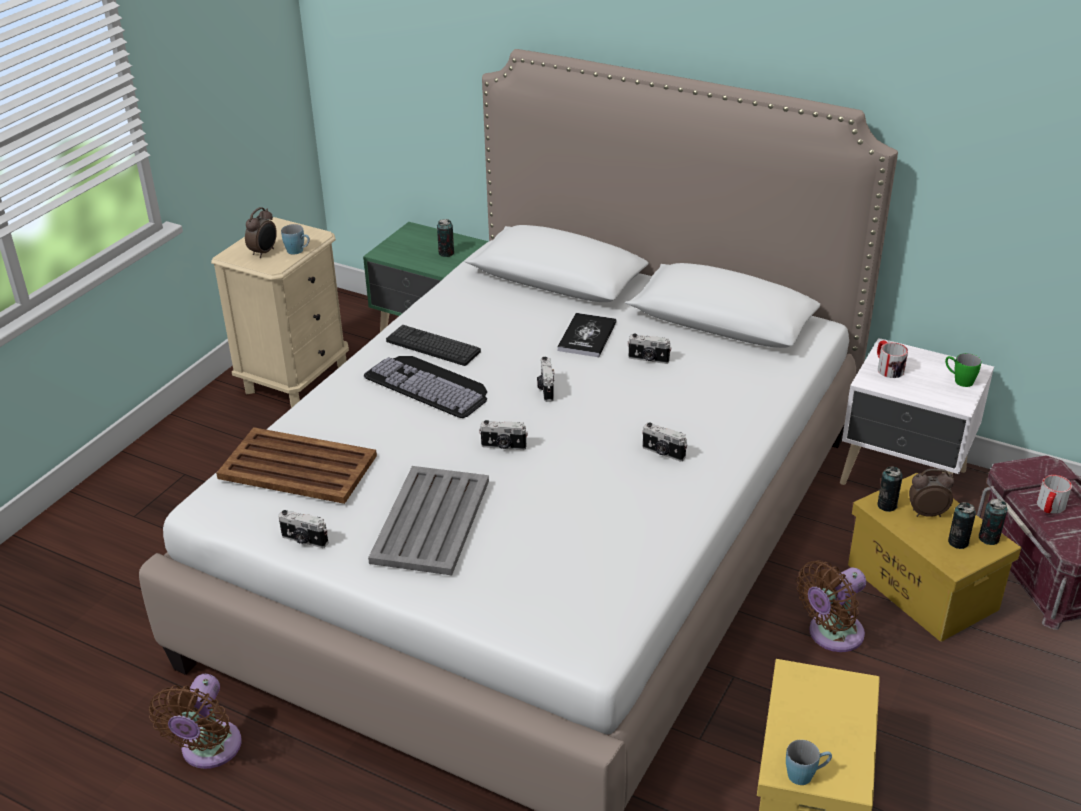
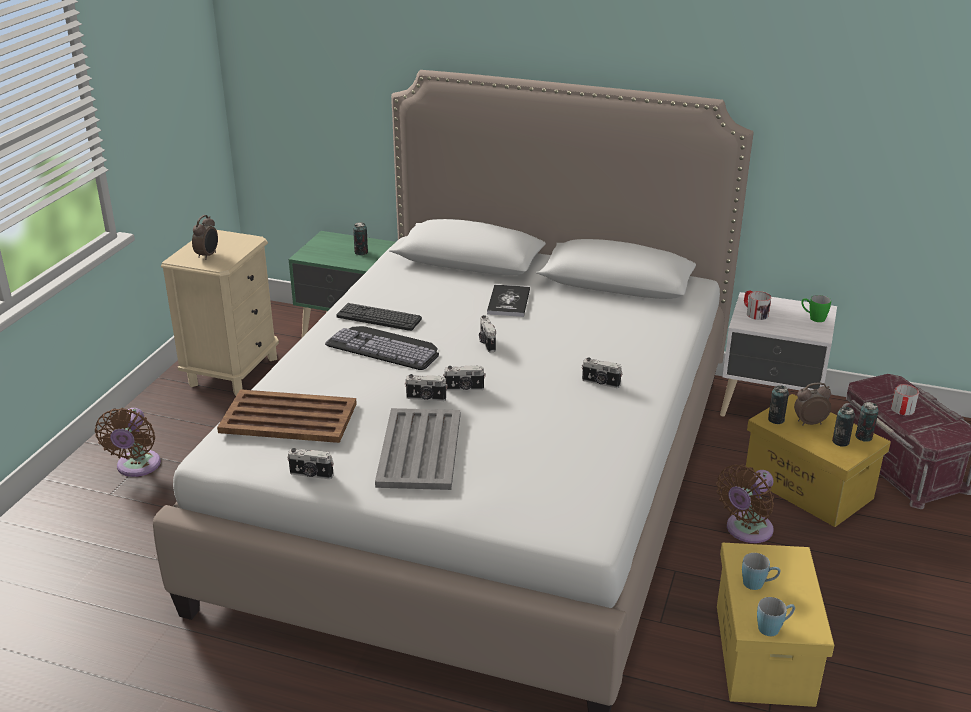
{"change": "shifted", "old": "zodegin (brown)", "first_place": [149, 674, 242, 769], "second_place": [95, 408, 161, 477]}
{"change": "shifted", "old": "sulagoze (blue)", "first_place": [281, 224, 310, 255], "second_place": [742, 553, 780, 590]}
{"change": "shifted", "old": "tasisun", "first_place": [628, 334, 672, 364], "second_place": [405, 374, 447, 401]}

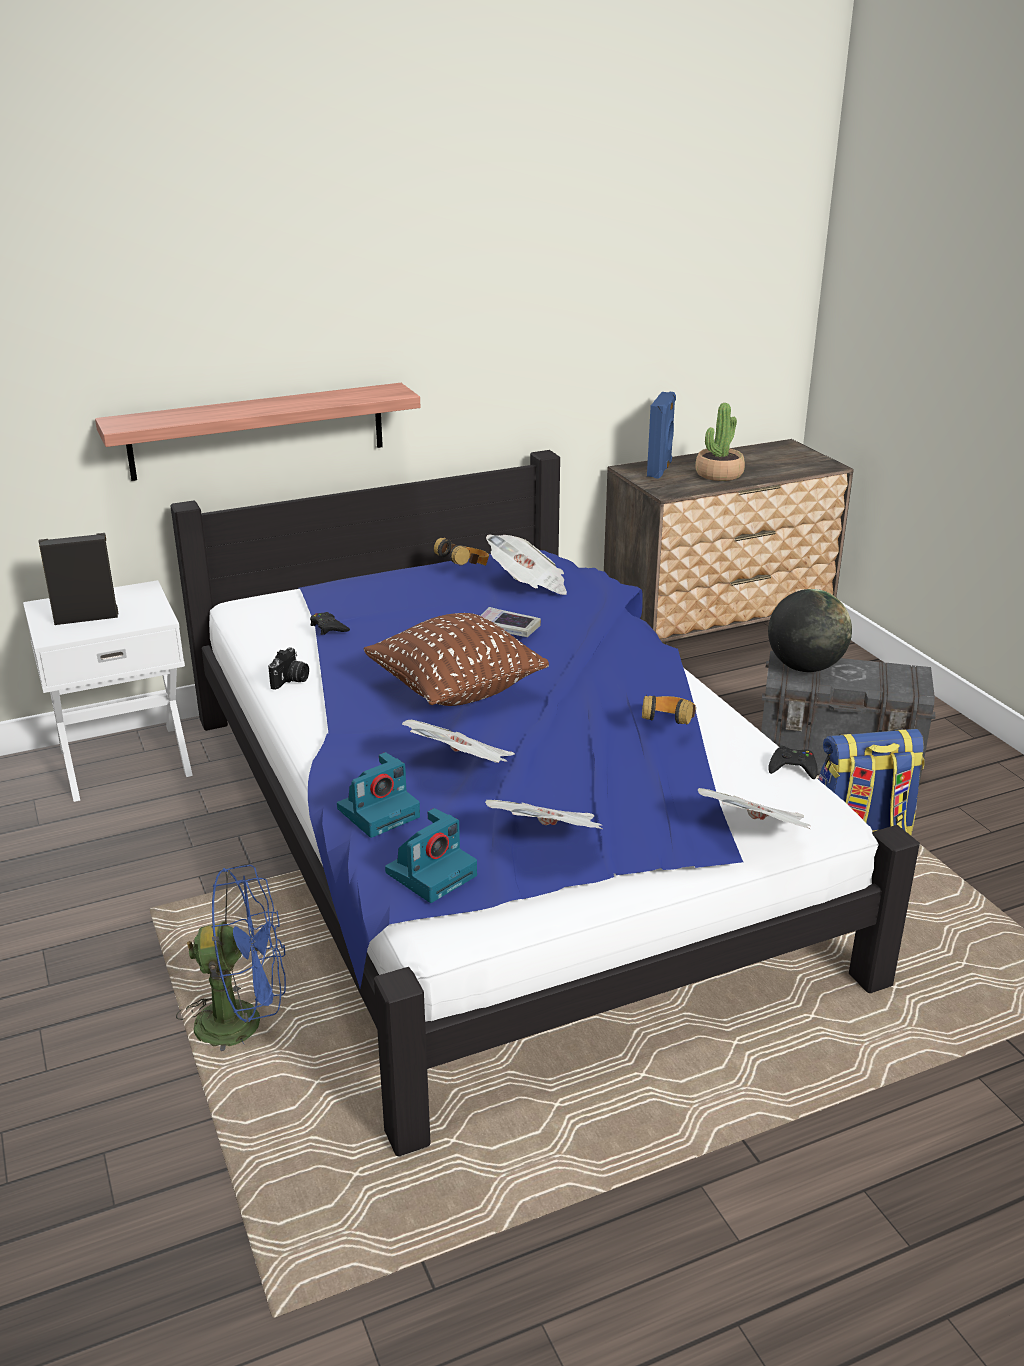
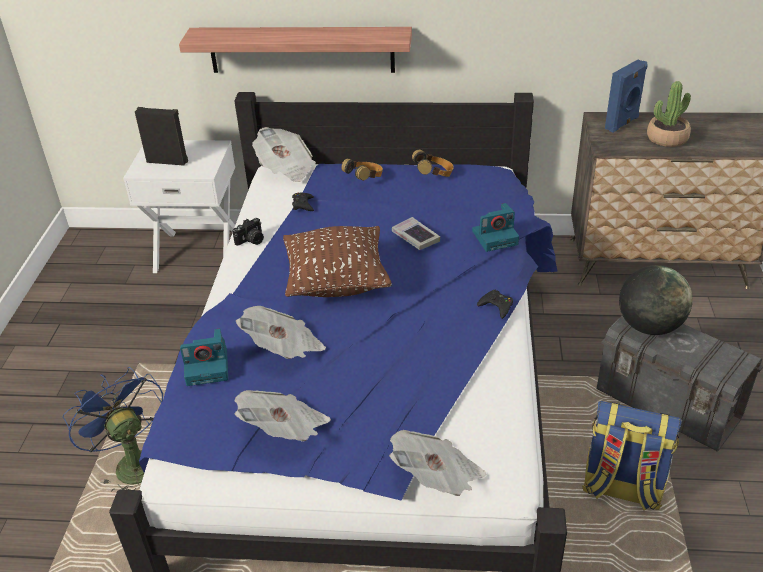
{"change": "rotated", "old": "zodegin (blue)", "first_place": [176, 865, 286, 1051], "second_place": [62, 367, 163, 492], "degrees": -150}
{"change": "shifted", "old": "tasisun", "first_place": [385, 808, 477, 903], "second_place": [472, 203, 519, 252]}
{"change": "shifted", "old": "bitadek", "first_place": [486, 535, 567, 595], "second_place": [252, 127, 316, 182]}
{"change": "shifted", "old": "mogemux", "first_place": [642, 695, 696, 725], "second_place": [341, 158, 383, 181]}
{"change": "shifted", "old": "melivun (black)", "first_place": [768, 746, 818, 779], "second_place": [477, 290, 513, 319]}

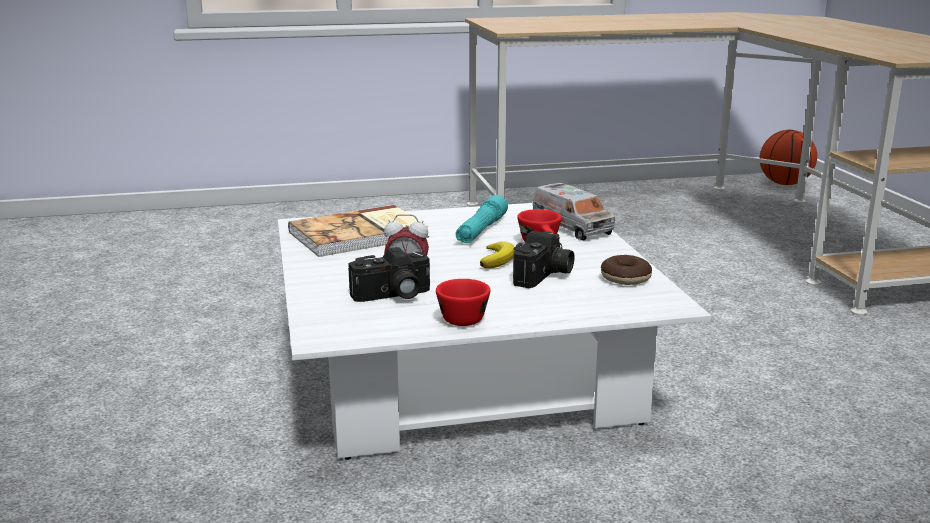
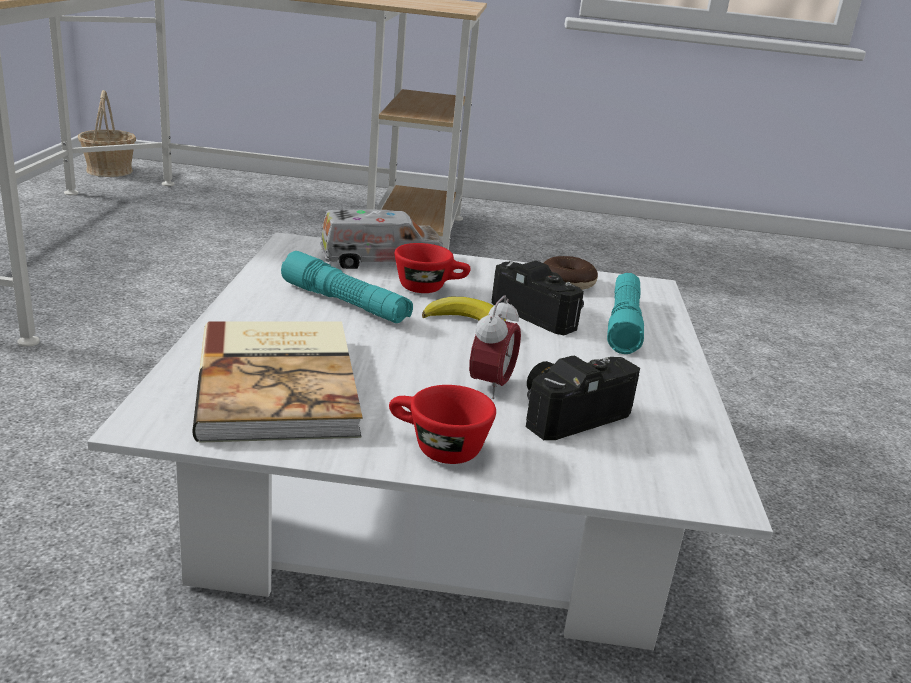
{"change": "rotated", "old": "tasisun", "first_place": [348, 247, 430, 302], "second_place": [526, 355, 640, 440], "degrees": -120}
{"change": "shifted", "old": "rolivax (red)", "first_place": [436, 279, 490, 326], "second_place": [389, 385, 496, 464]}
{"change": "swapped", "old": "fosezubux", "new": "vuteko", "first_place": [760, 130, 817, 185], "second_place": [78, 90, 136, 177]}
{"change": "new", "new": "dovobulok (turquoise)", "second_place": [607, 273, 644, 354]}

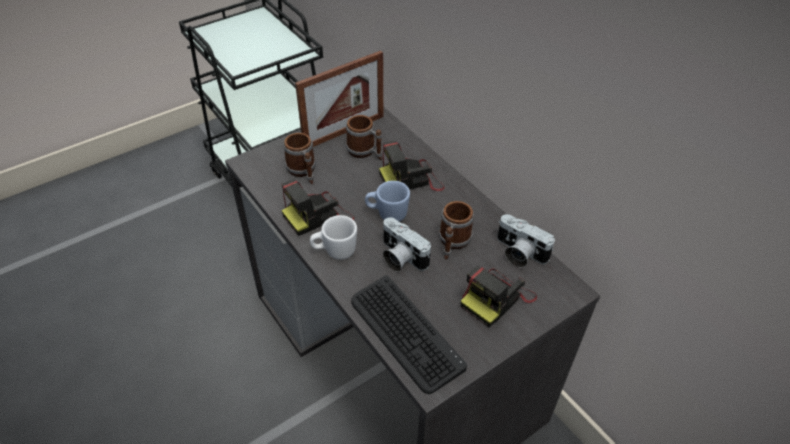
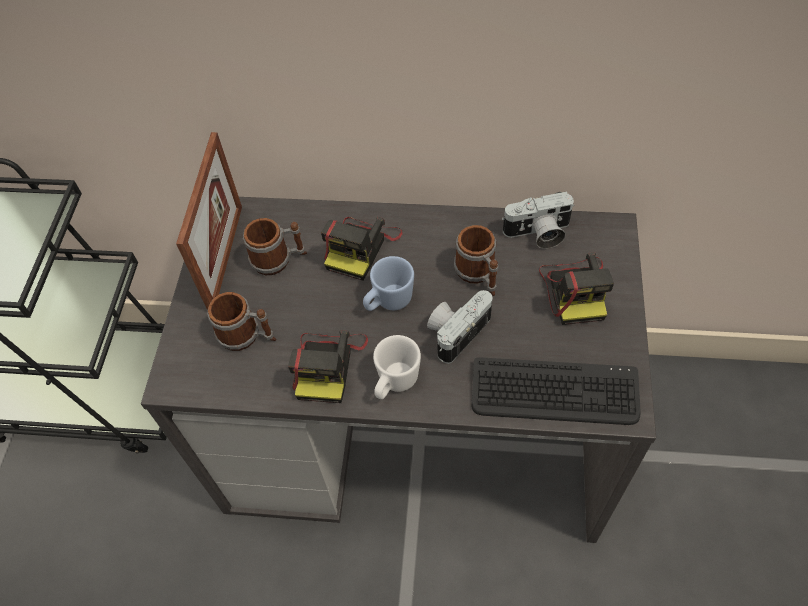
{"change": "rotated", "old": "tasisun", "first_place": [383, 217, 431, 272], "second_place": [427, 290, 492, 364], "degrees": 135}

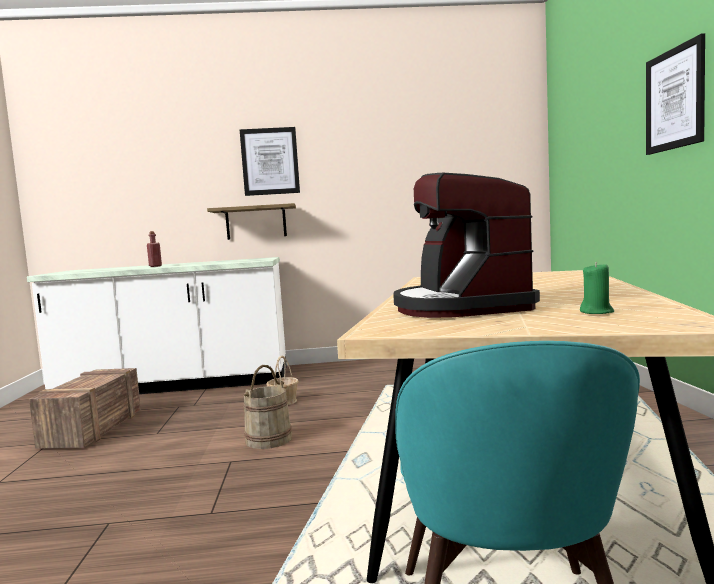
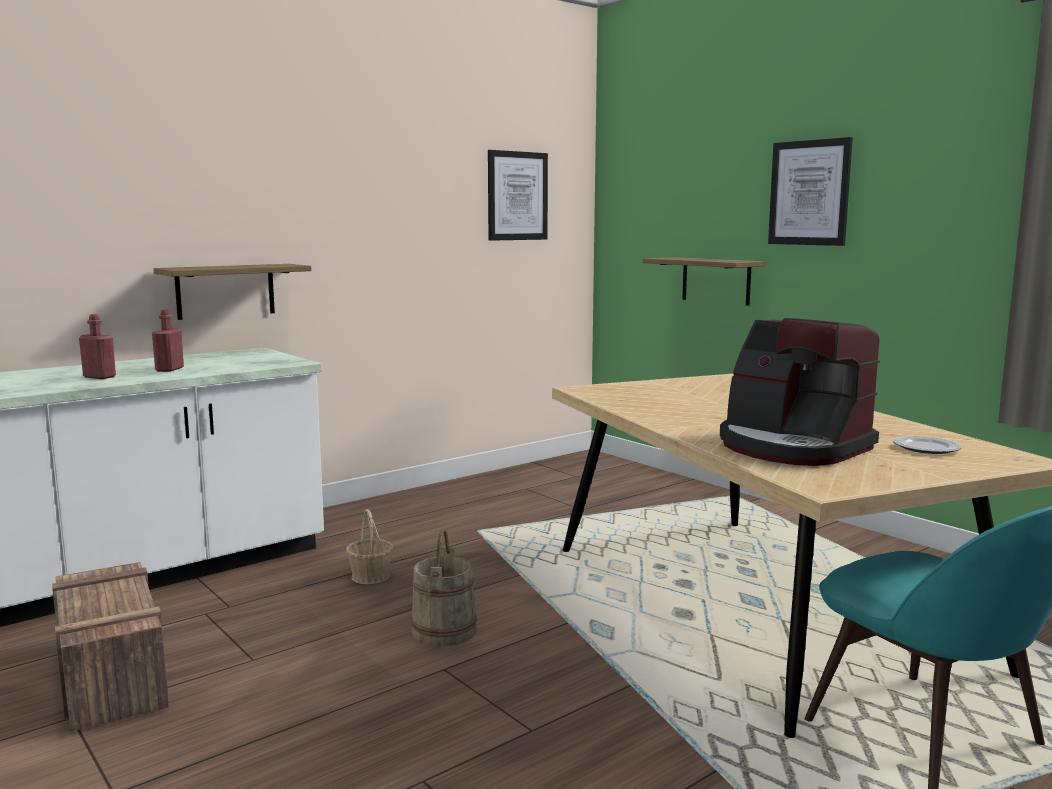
{"change": "shifted", "old": "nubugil", "first_place": [240, 127, 300, 196], "second_place": [488, 150, 548, 241]}
{"change": "swapped", "old": "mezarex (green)", "new": "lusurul", "first_place": [580, 262, 614, 314], "second_place": [893, 436, 962, 454]}
{"change": "new", "new": "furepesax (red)", "second_place": [152, 310, 184, 372]}
{"change": "new", "new": "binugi", "second_place": [643, 257, 766, 306]}

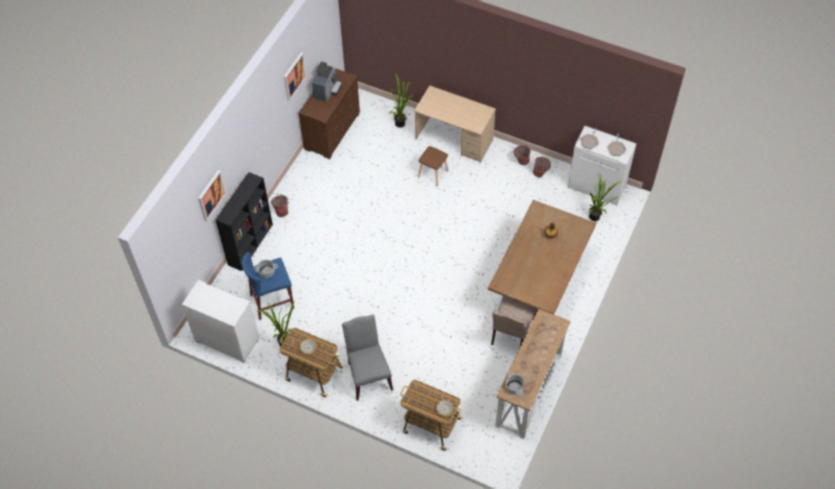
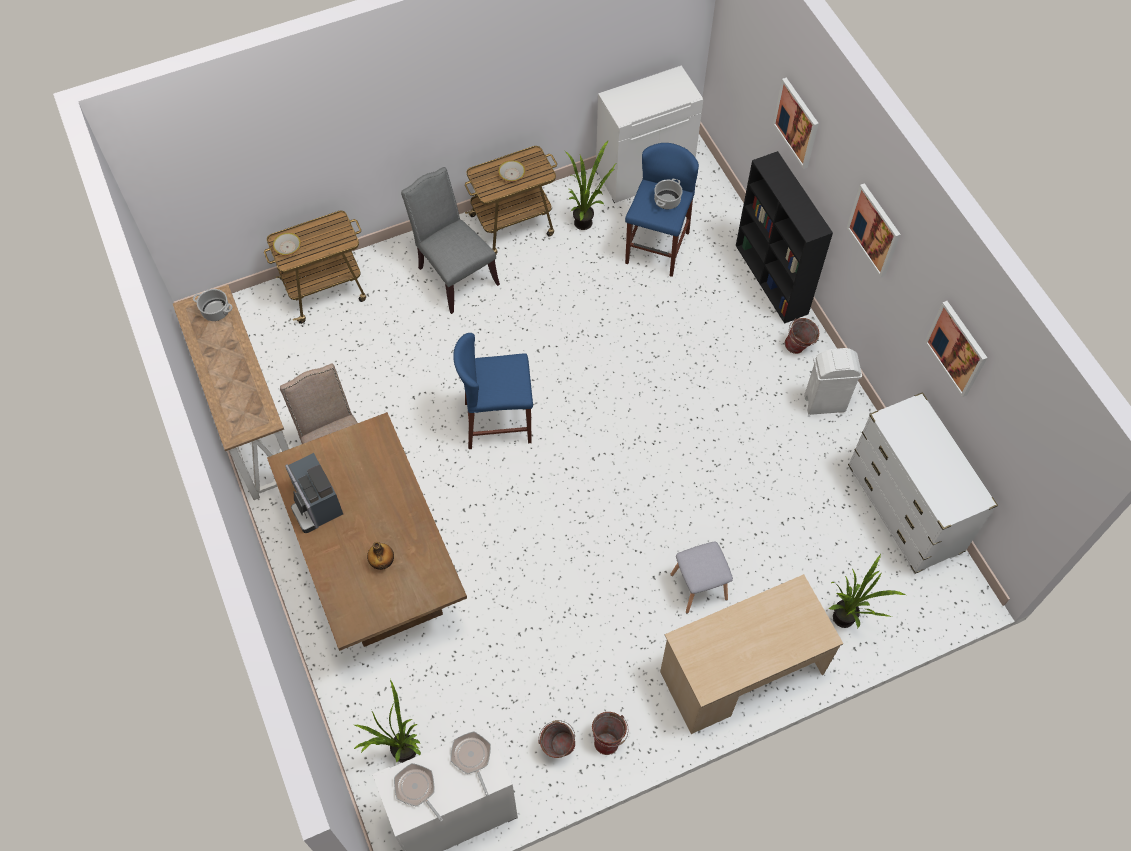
{"change": "repainted", "old": "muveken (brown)", "new": "muveken (white)", "first_place": [298, 67, 360, 159], "second_place": [848, 392, 998, 574]}
{"change": "shifted", "old": "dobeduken", "first_place": [312, 62, 342, 102], "second_place": [285, 453, 343, 533]}
{"change": "rotated", "old": "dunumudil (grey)", "first_place": [342, 315, 393, 401], "second_place": [401, 167, 500, 314], "degrees": -150}
{"change": "repainted", "old": "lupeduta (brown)", "new": "lupeduta (grey)", "first_place": [418, 146, 448, 186], "second_place": [670, 541, 733, 613]}
{"change": "new", "new": "lupeduta (blue)", "second_place": [453, 333, 533, 449]}
{"change": "new", "new": "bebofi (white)", "second_place": [804, 348, 862, 415]}
{"change": "new", "new": "nubugil", "second_place": [847, 183, 901, 277]}

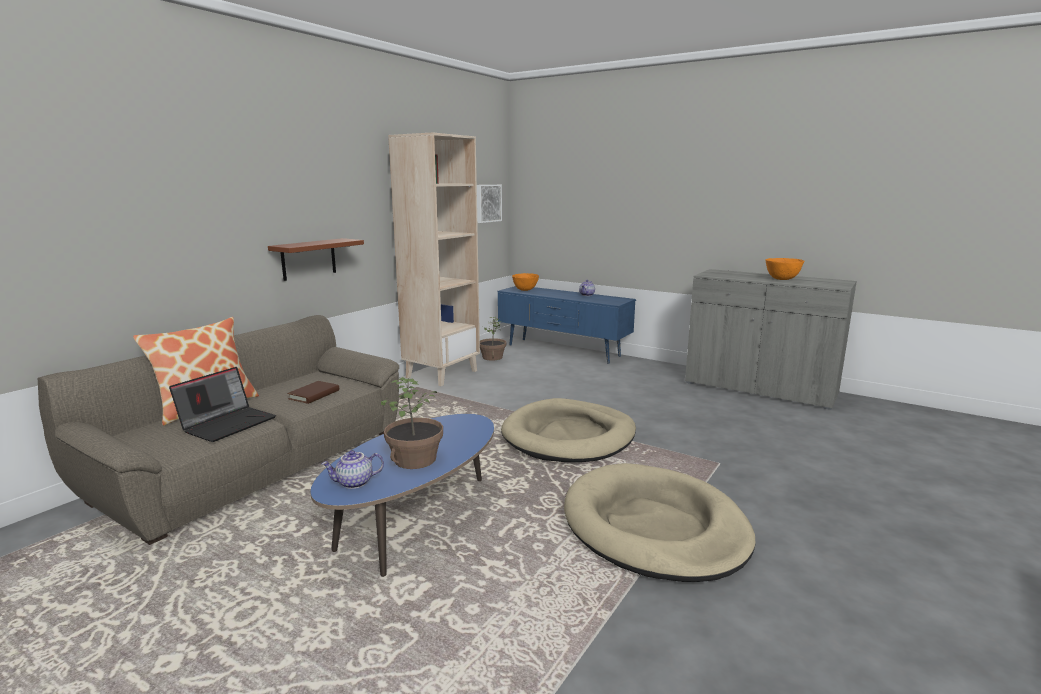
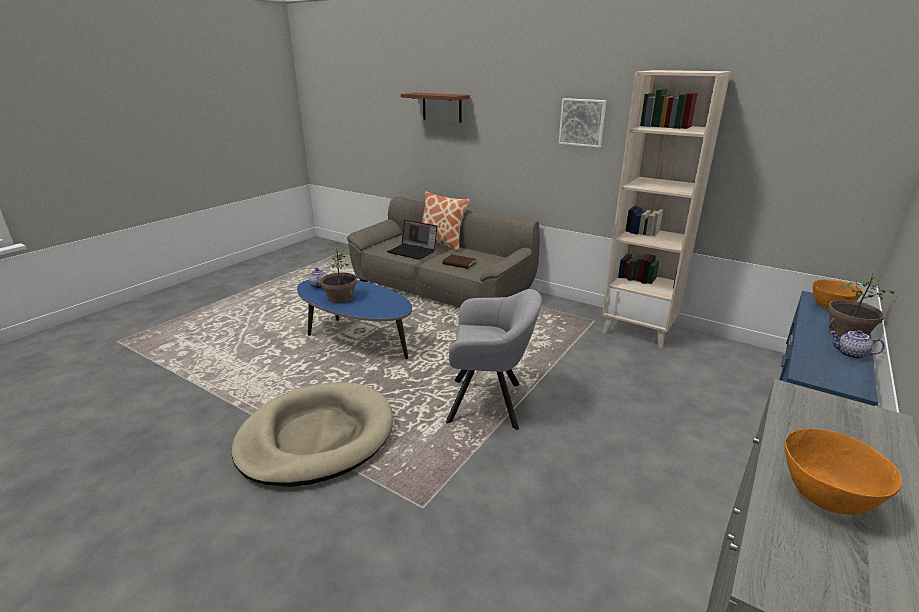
{"change": "shifted", "old": "binugi (brown)", "first_place": [268, 238, 364, 281], "second_place": [401, 93, 470, 123]}
{"change": "shifted", "old": "nubugil", "first_place": [477, 185, 502, 223], "second_place": [559, 98, 606, 147]}
{"change": "shifted", "old": "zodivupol", "first_place": [480, 317, 506, 361], "second_place": [828, 271, 894, 337]}
{"change": "swapped", "old": "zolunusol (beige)", "new": "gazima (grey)", "first_place": [501, 398, 636, 462], "second_place": [445, 289, 542, 430]}

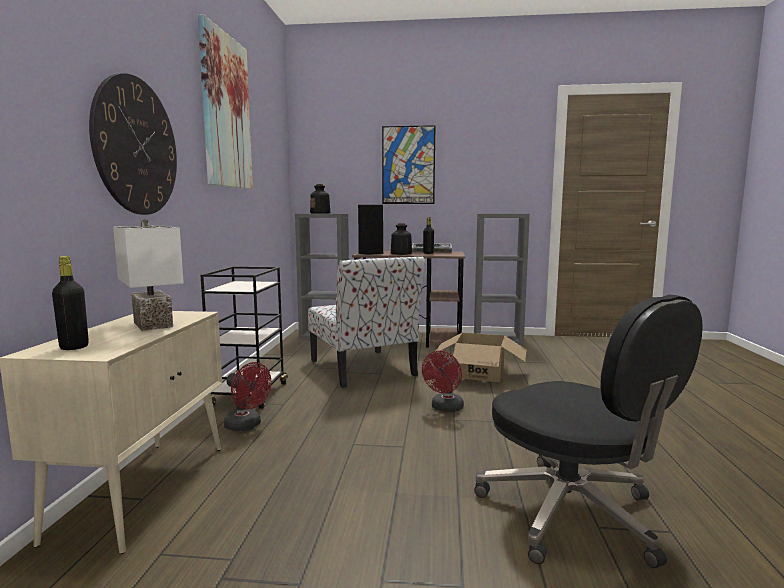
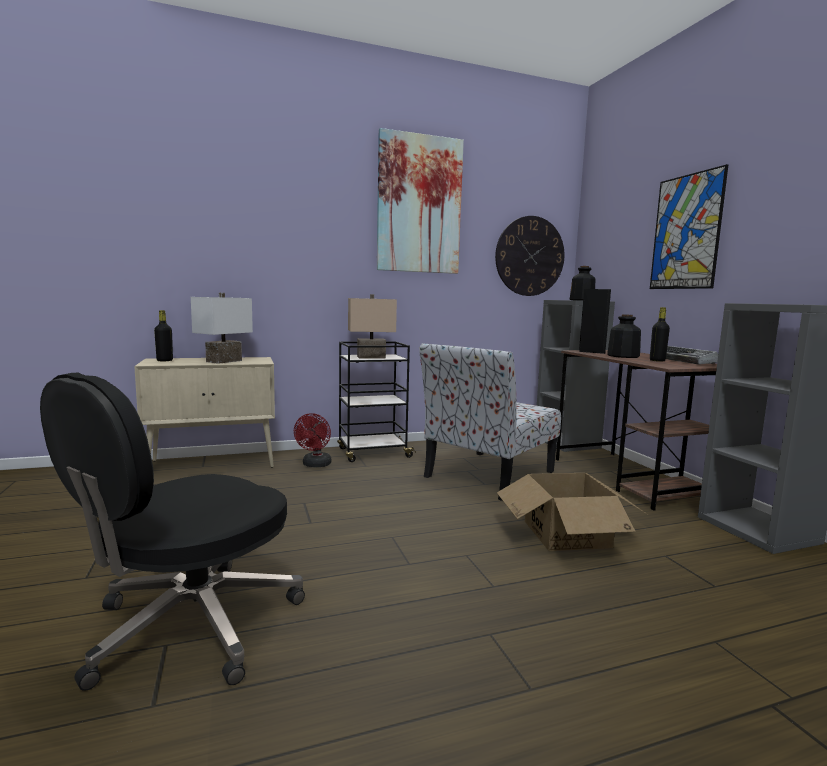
{"change": "shifted", "old": "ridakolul", "first_place": [89, 73, 177, 215], "second_place": [495, 216, 564, 296]}
{"change": "gone", "old": "zodegin (red)", "first_place": [422, 351, 464, 412]}
{"change": "new", "new": "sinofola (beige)", "second_place": [348, 294, 397, 358]}

